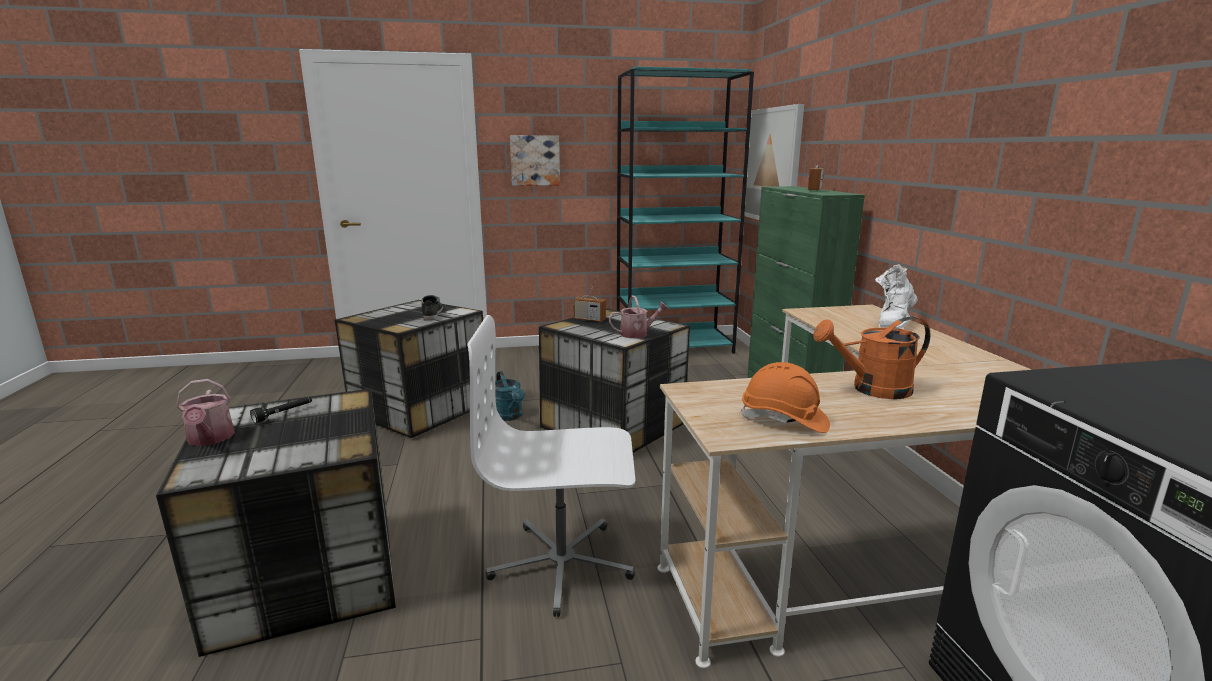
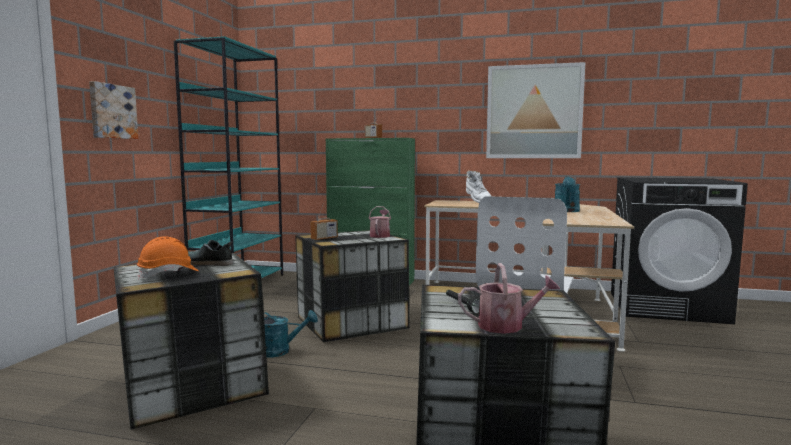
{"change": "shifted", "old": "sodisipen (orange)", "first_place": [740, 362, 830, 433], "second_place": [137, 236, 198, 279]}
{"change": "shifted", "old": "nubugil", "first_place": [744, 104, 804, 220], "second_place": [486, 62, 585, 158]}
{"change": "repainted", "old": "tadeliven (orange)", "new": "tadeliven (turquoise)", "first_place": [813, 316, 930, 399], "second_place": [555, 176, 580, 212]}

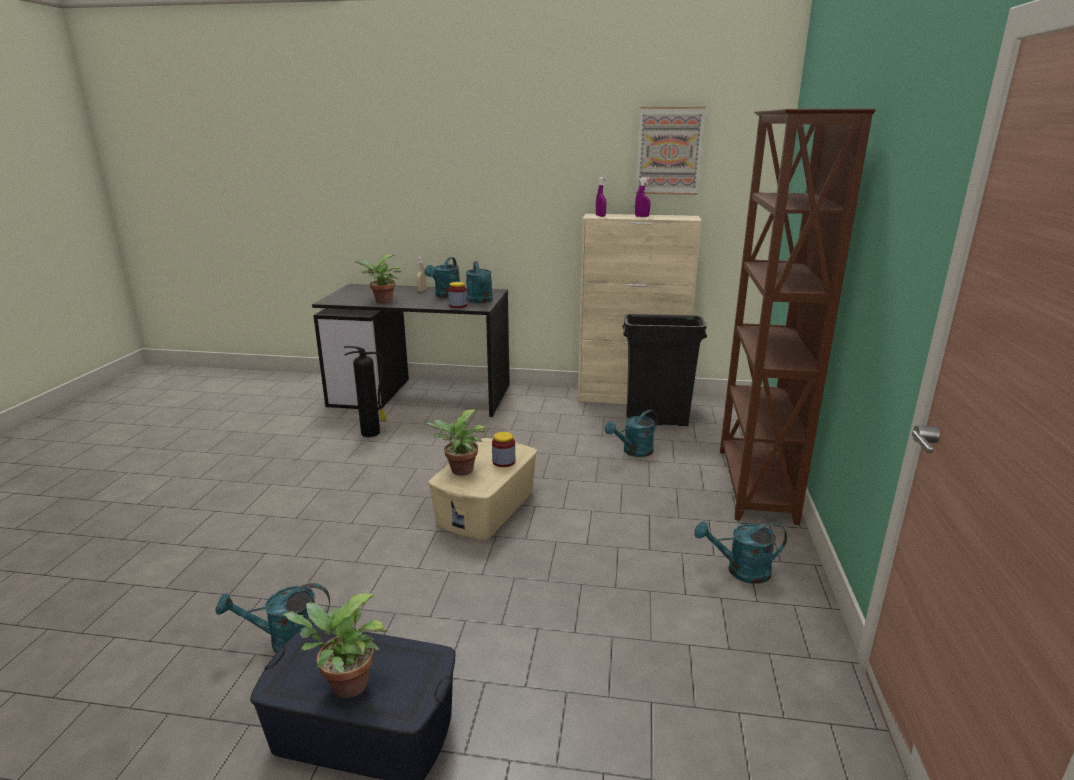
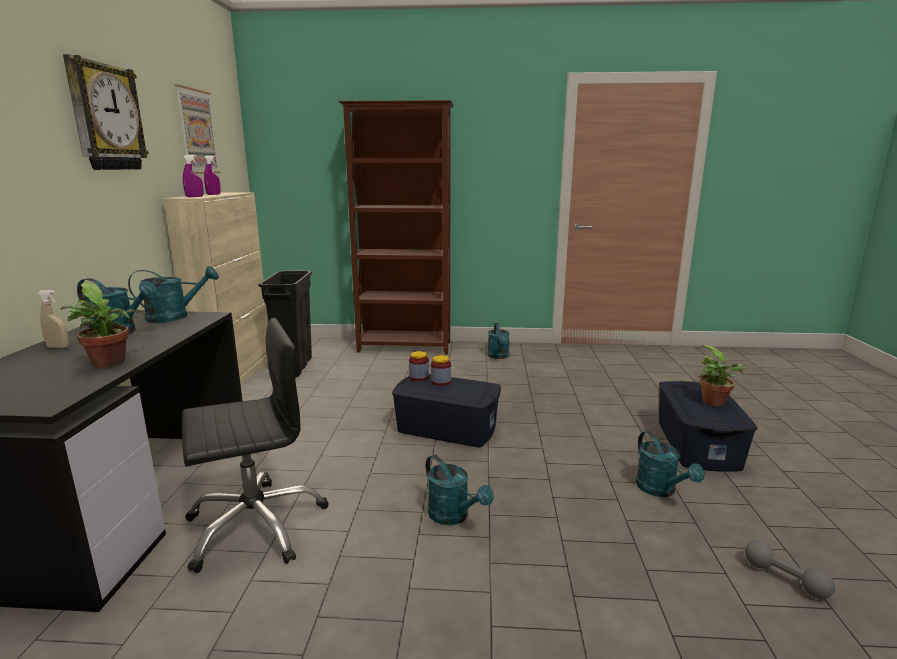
{"change": "swapped", "old": "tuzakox", "new": "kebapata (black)", "first_place": [344, 346, 387, 437], "second_place": [182, 318, 329, 573]}
{"change": "gone", "old": "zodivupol", "first_place": [424, 409, 486, 476]}
{"change": "repainted", "old": "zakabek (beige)", "new": "zakabek (blue)", "first_place": [428, 438, 537, 540], "second_place": [392, 374, 501, 447]}
{"change": "shifted", "old": "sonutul", "first_place": [448, 282, 467, 308], "second_place": [409, 351, 429, 381]}
{"change": "shifted", "old": "tadeliven (turquoise)", "first_place": [605, 409, 658, 457], "second_place": [426, 455, 493, 525]}
{"change": "new", "new": "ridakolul", "second_place": [63, 54, 149, 170]}
{"change": "new", "new": "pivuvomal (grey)", "second_place": [745, 540, 835, 599]}

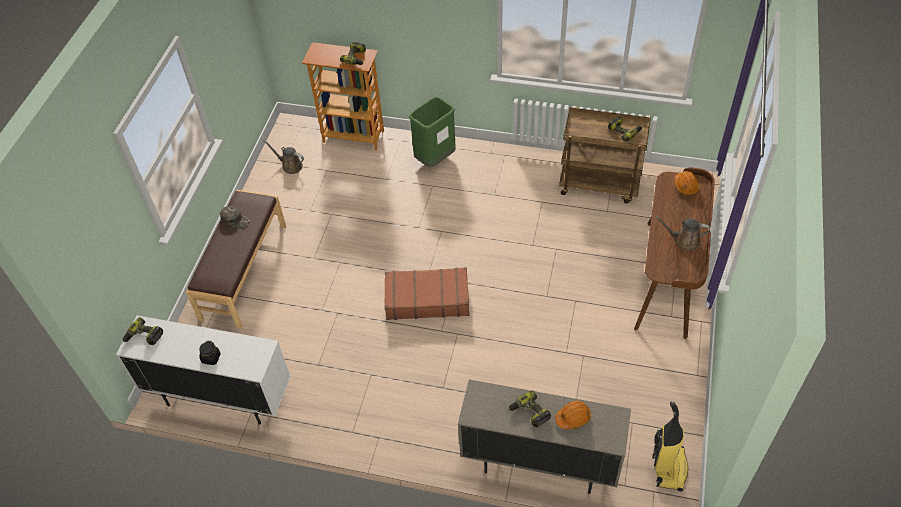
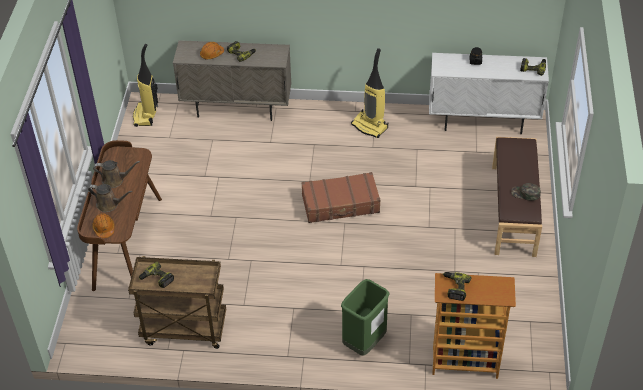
{"change": "shifted", "old": "tadeliven (brown)", "first_place": [263, 140, 304, 174], "second_place": [88, 184, 133, 212]}
{"change": "new", "new": "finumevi", "second_place": [351, 48, 388, 138]}

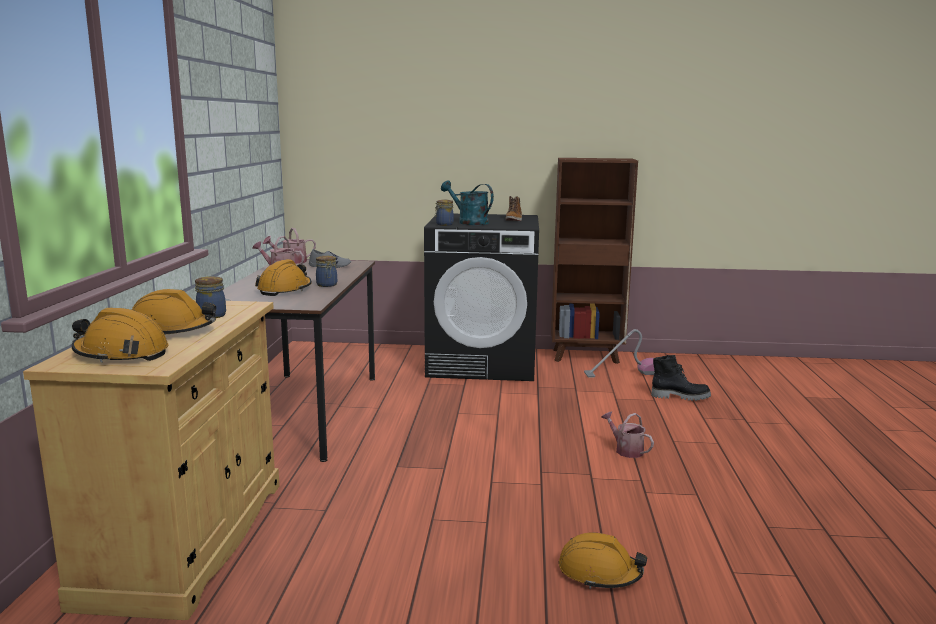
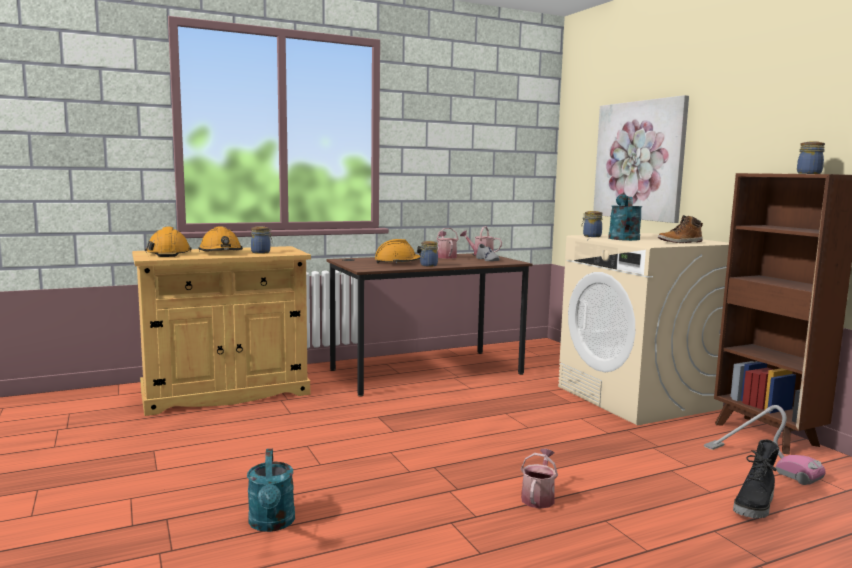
{"change": "repainted", "old": "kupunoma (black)", "new": "kupunoma (beige)", "first_place": [424, 214, 539, 381], "second_place": [558, 233, 729, 425]}
{"change": "swapped", "old": "sodisipen (orange)", "new": "tadeliven (turquoise)", "first_place": [559, 532, 647, 589], "second_place": [247, 449, 295, 532]}
{"change": "rotated", "old": "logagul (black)", "first_place": [651, 355, 711, 401], "second_place": [733, 440, 779, 518], "degrees": 60}
{"change": "new", "new": "nubugil", "second_place": [593, 95, 689, 223]}
{"change": "new", "new": "sonutul", "second_place": [797, 142, 825, 174]}

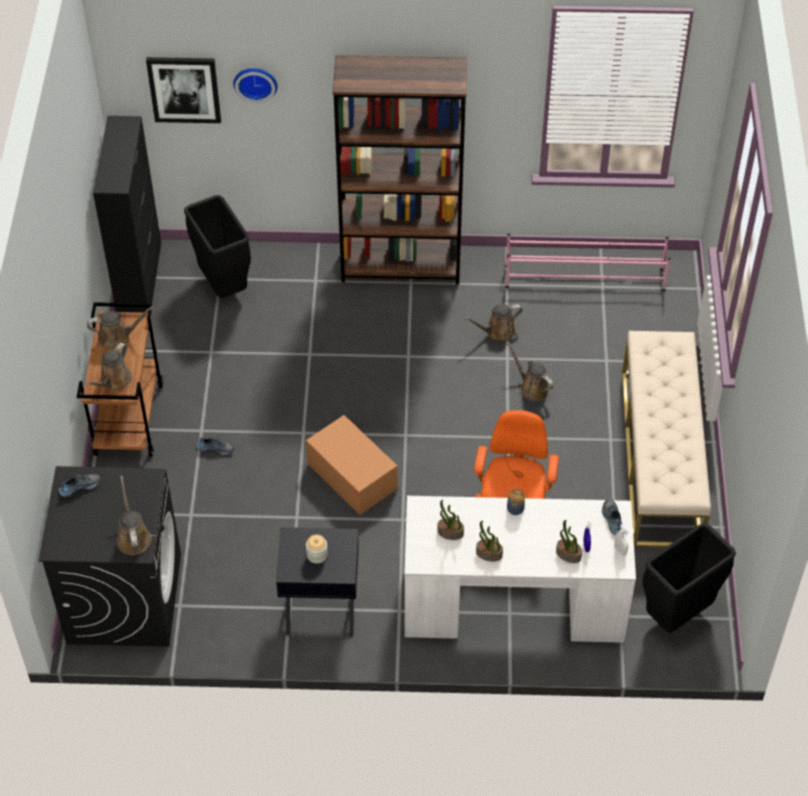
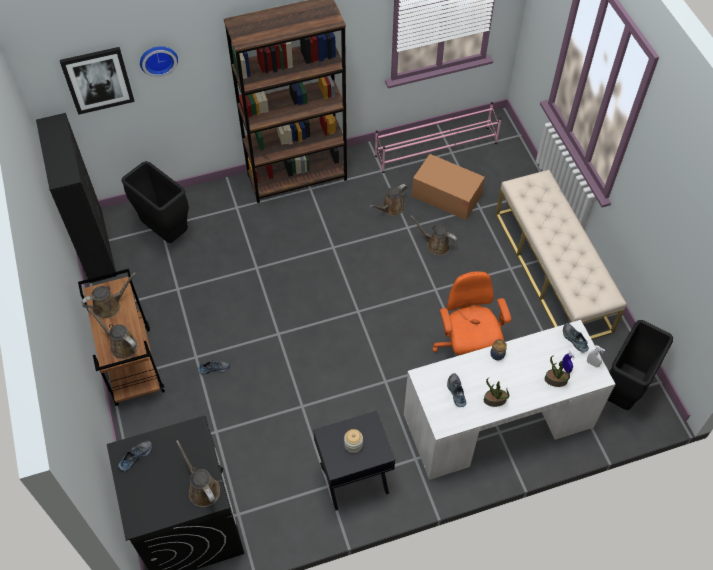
{"change": "rotated", "old": "tadeliven (brown)", "first_place": [85, 343, 132, 390], "second_place": [88, 308, 138, 359], "degrees": 120}
{"change": "shifted", "old": "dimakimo", "first_place": [306, 415, 398, 515], "second_place": [412, 154, 485, 220]}
{"change": "swapped", "old": "zodivupol", "new": "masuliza", "first_place": [437, 500, 464, 540], "second_place": [447, 373, 466, 407]}

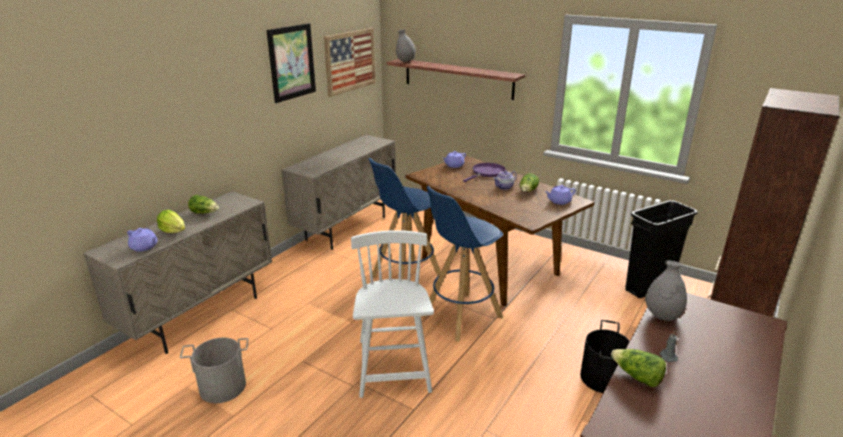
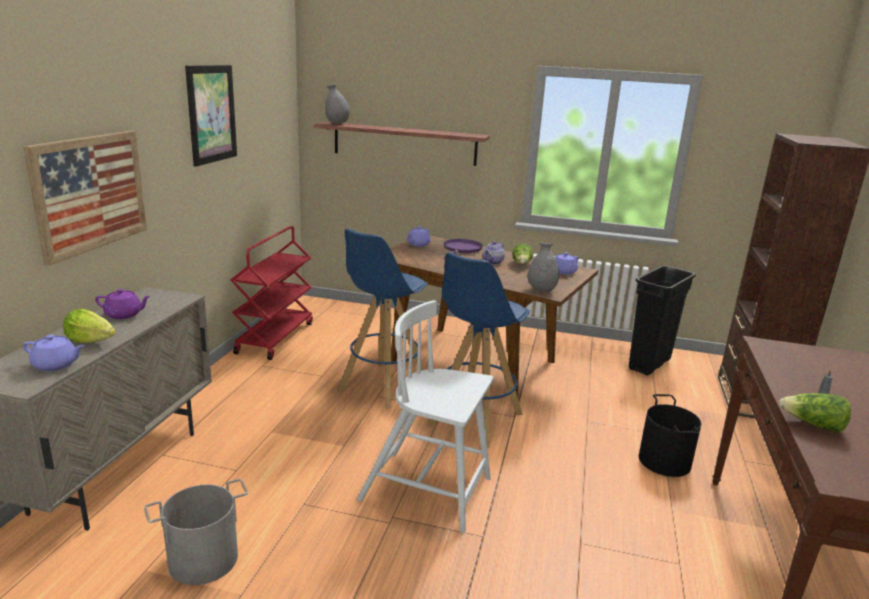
{"change": "swapped", "old": "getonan", "new": "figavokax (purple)", "first_place": [188, 195, 219, 214], "second_place": [95, 289, 151, 319]}
{"change": "swapped", "old": "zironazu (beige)", "new": "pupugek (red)", "first_place": [281, 135, 396, 250], "second_place": [231, 226, 313, 360]}
{"change": "shifted", "old": "nubugil", "first_place": [324, 28, 376, 97], "second_place": [23, 130, 147, 266]}
{"change": "rotated", "old": "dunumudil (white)", "first_place": [351, 230, 434, 398], "second_place": [357, 300, 494, 533], "degrees": -45}
{"change": "shifted", "old": "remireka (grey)", "first_place": [645, 261, 687, 321], "second_place": [527, 243, 559, 291]}

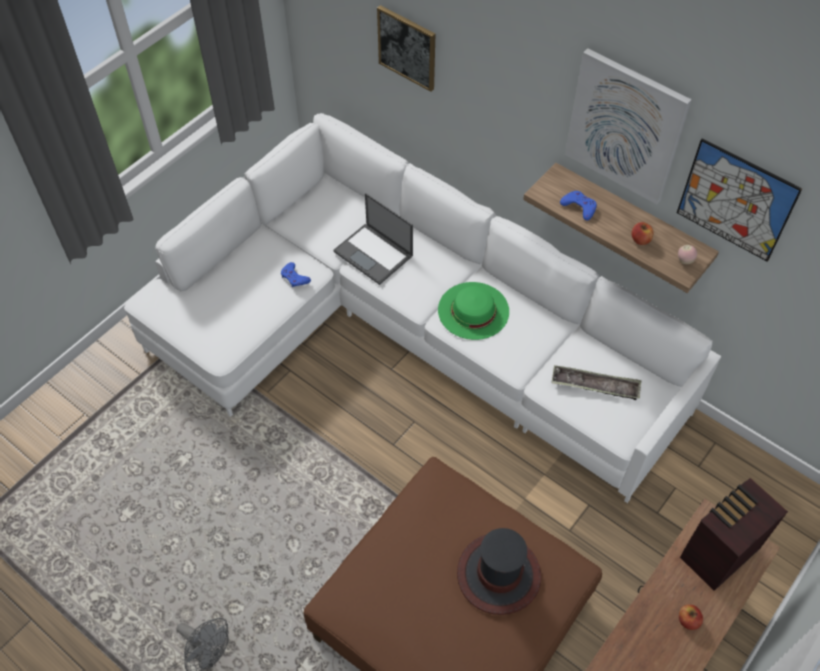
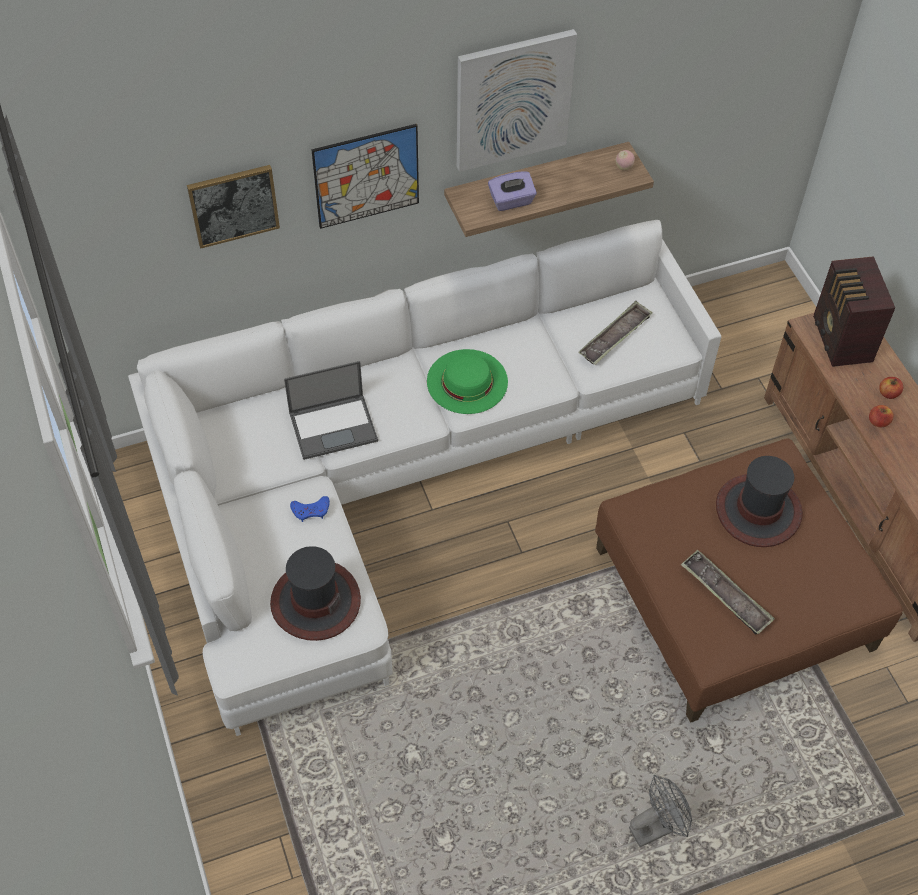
{"change": "swapped", "old": "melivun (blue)", "new": "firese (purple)", "first_place": [560, 191, 597, 221], "second_place": [488, 171, 537, 211]}
{"change": "shifted", "old": "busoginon", "first_place": [632, 222, 653, 245], "second_place": [869, 405, 893, 427]}
{"change": "shifted", "old": "nubugil", "first_place": [677, 138, 802, 262], "second_place": [311, 124, 419, 229]}
{"change": "new", "new": "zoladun", "second_place": [270, 546, 361, 641]}
{"change": "new", "new": "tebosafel", "second_place": [681, 550, 775, 635]}

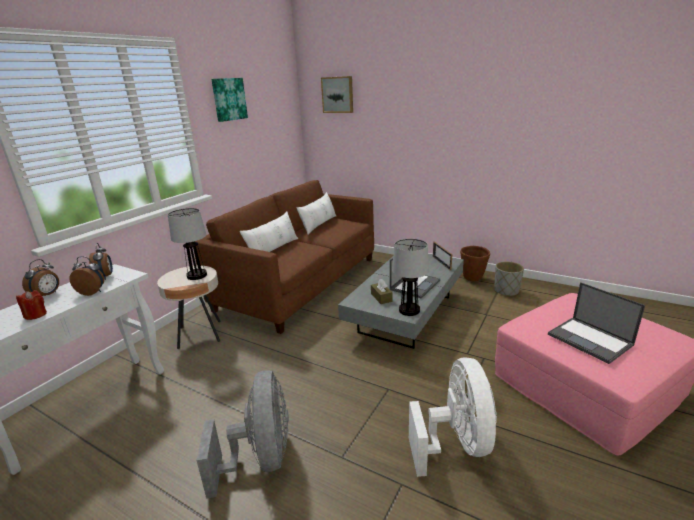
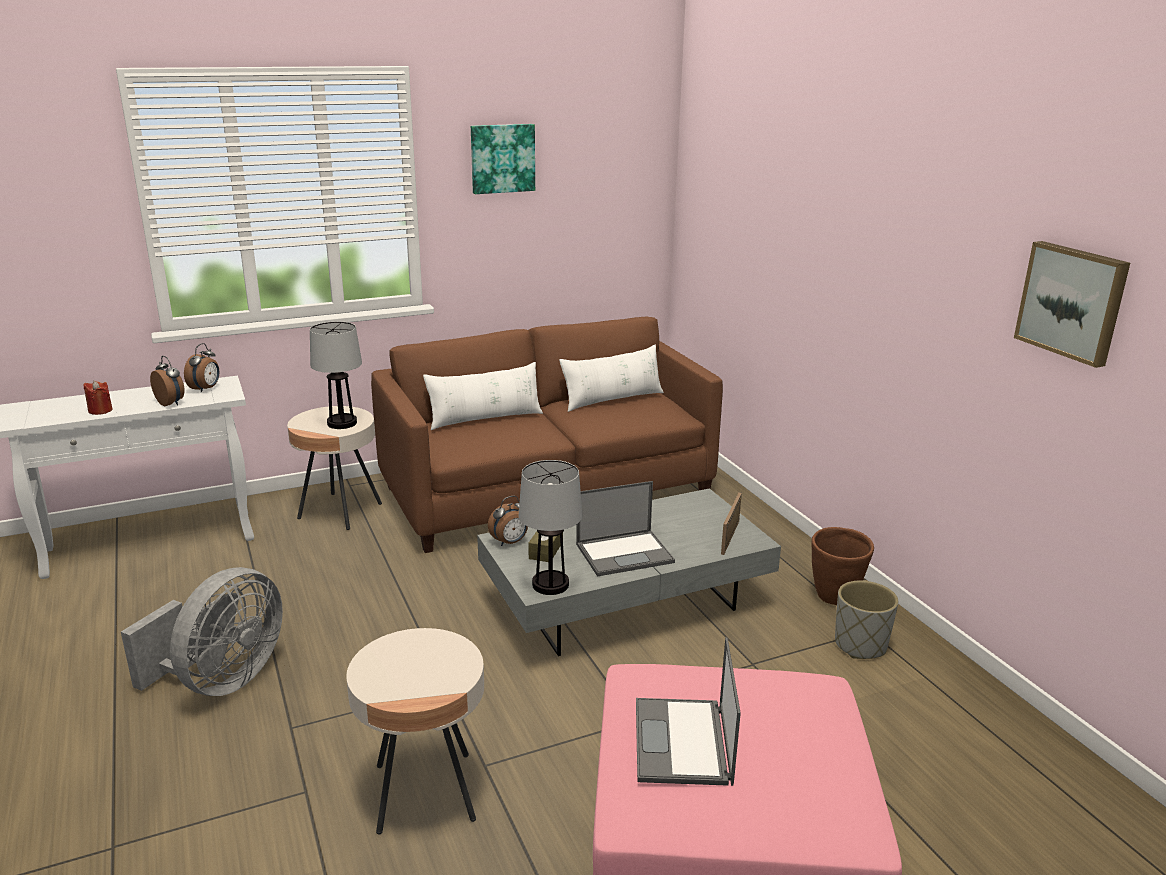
{"change": "shifted", "old": "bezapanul", "first_place": [22, 259, 59, 296], "second_place": [488, 496, 528, 546]}
{"change": "shifted", "old": "nubugil", "first_place": [321, 76, 353, 113], "second_place": [1014, 241, 1130, 368]}
{"change": "swapped", "old": "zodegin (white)", "new": "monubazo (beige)", "first_place": [409, 357, 497, 477], "second_place": [346, 628, 484, 835]}

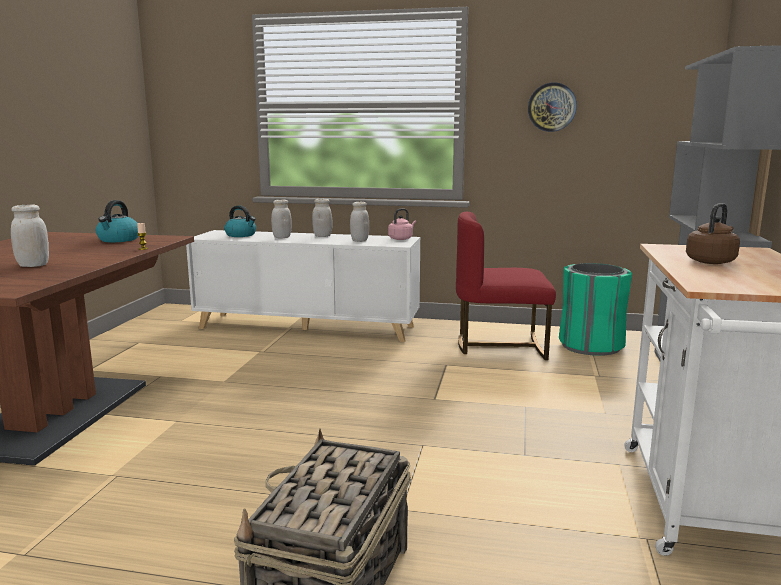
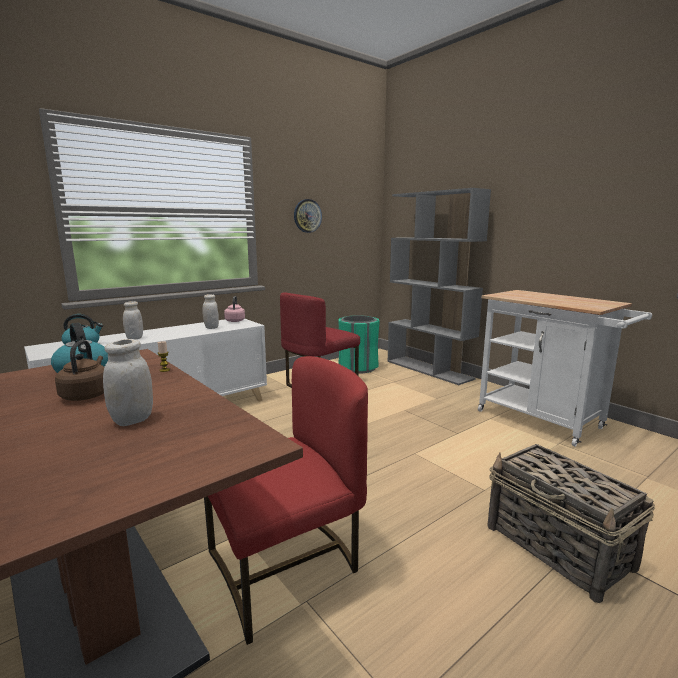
{"change": "gone", "old": "sonutul (white)", "first_place": [312, 199, 332, 237]}
{"change": "shifted", "old": "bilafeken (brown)", "first_place": [686, 203, 740, 264], "second_place": [55, 340, 104, 401]}
{"change": "new", "new": "dunumudil (red)", "second_place": [204, 356, 368, 645]}

